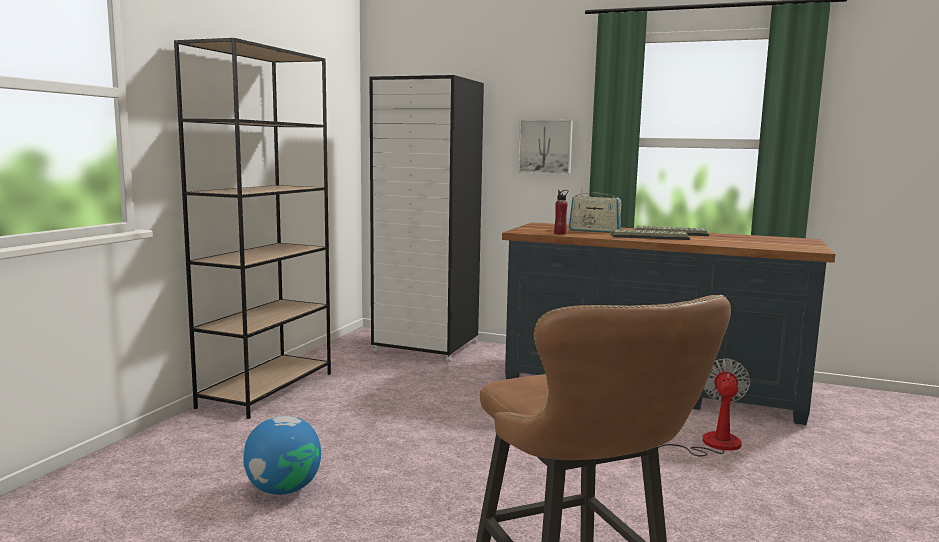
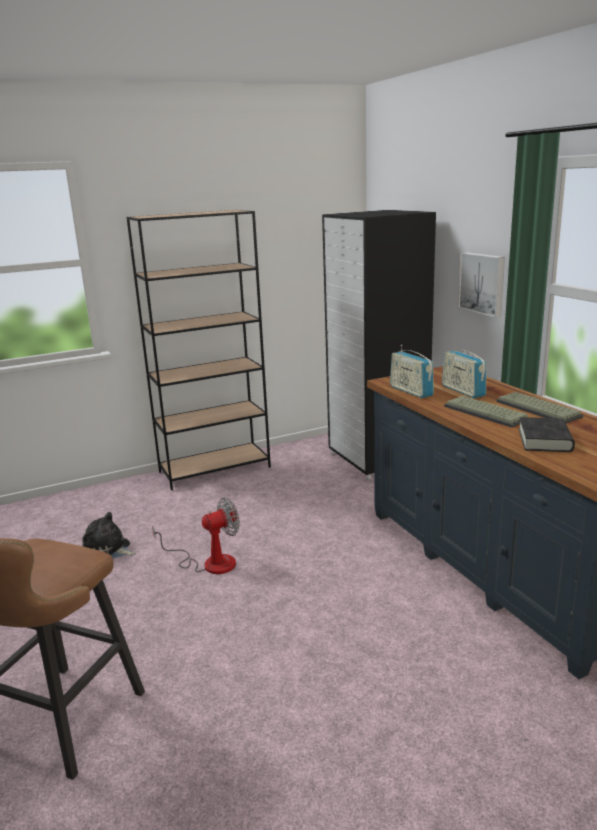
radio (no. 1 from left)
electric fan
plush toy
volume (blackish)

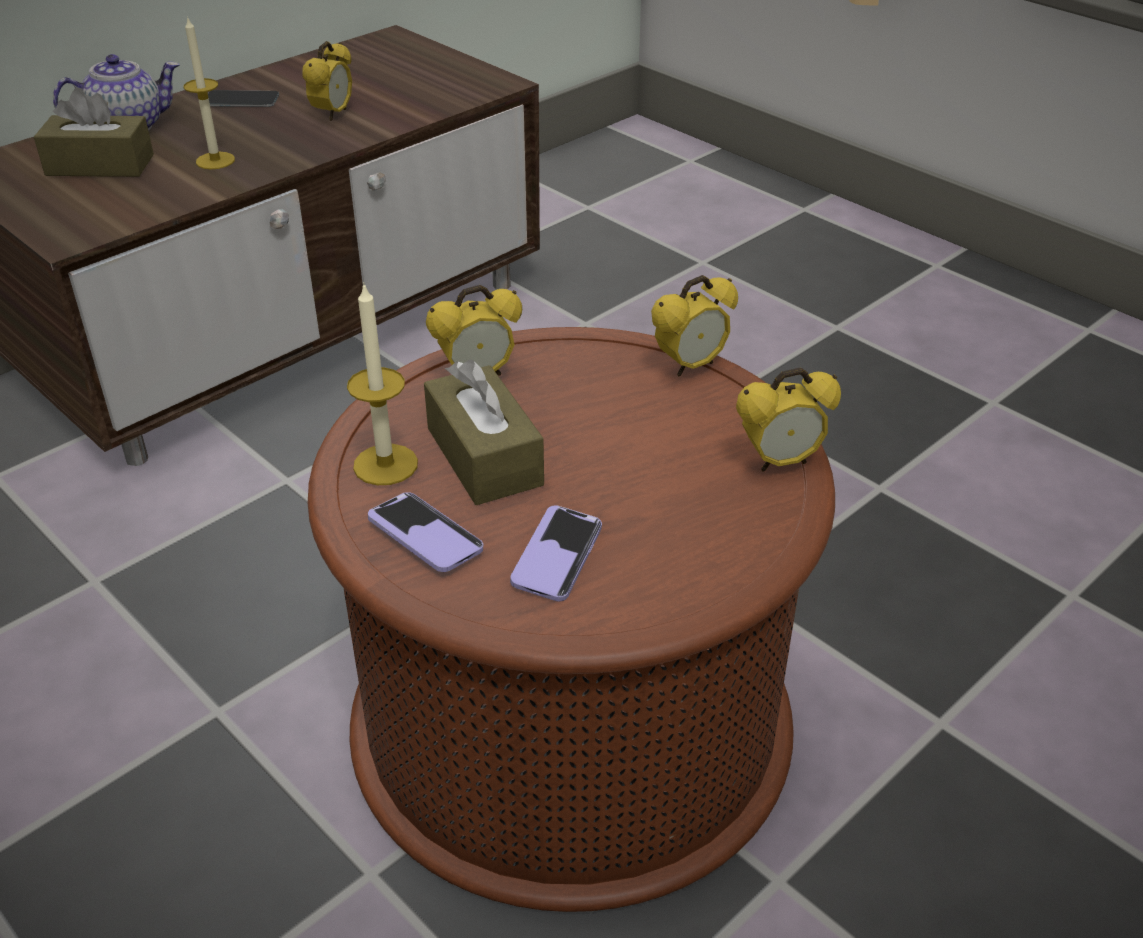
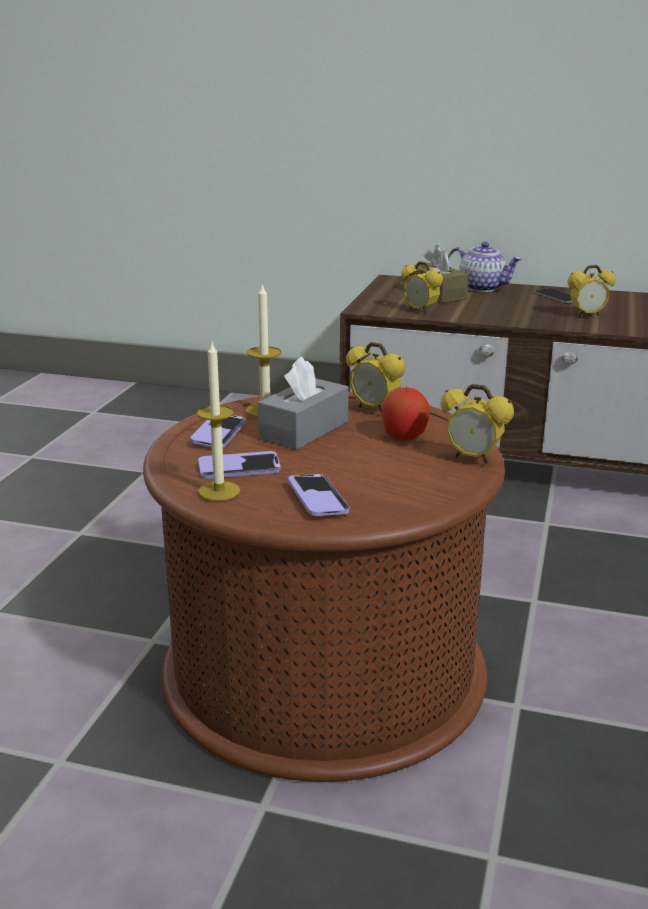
wax light (no. 1 from left)
tissue box (gray)
table clock (no. 2 from left)
apple fruit
telephone (no. 3 from left)

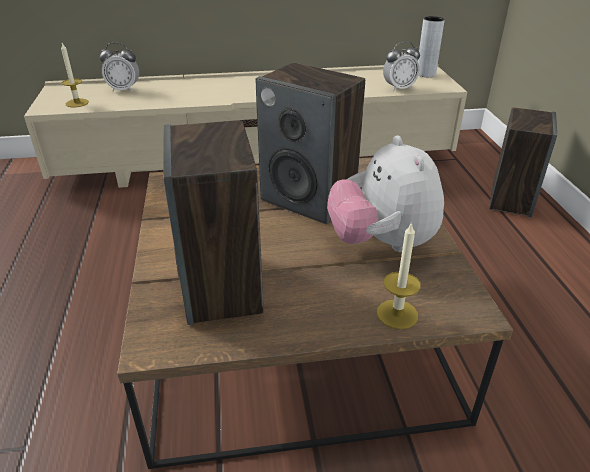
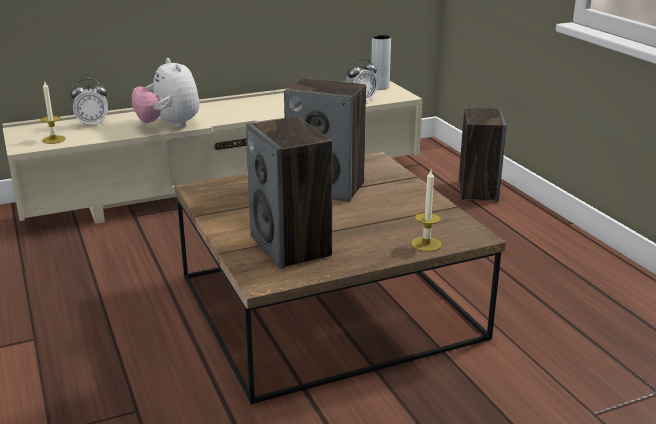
plush toy

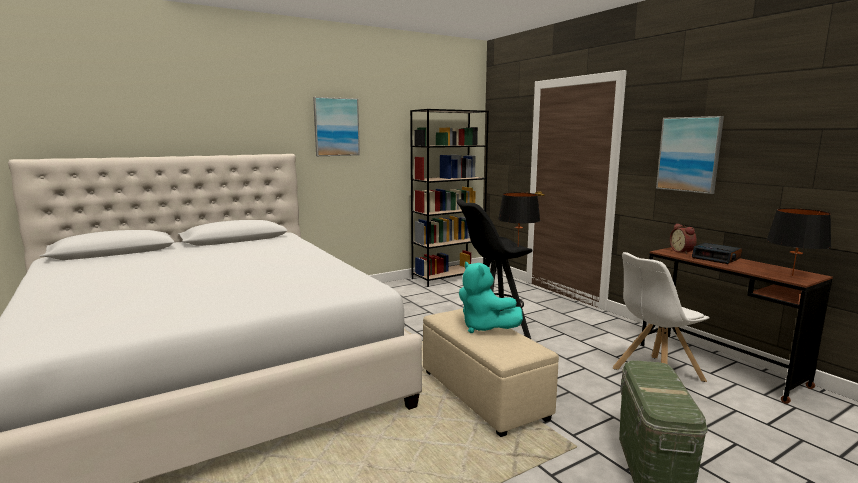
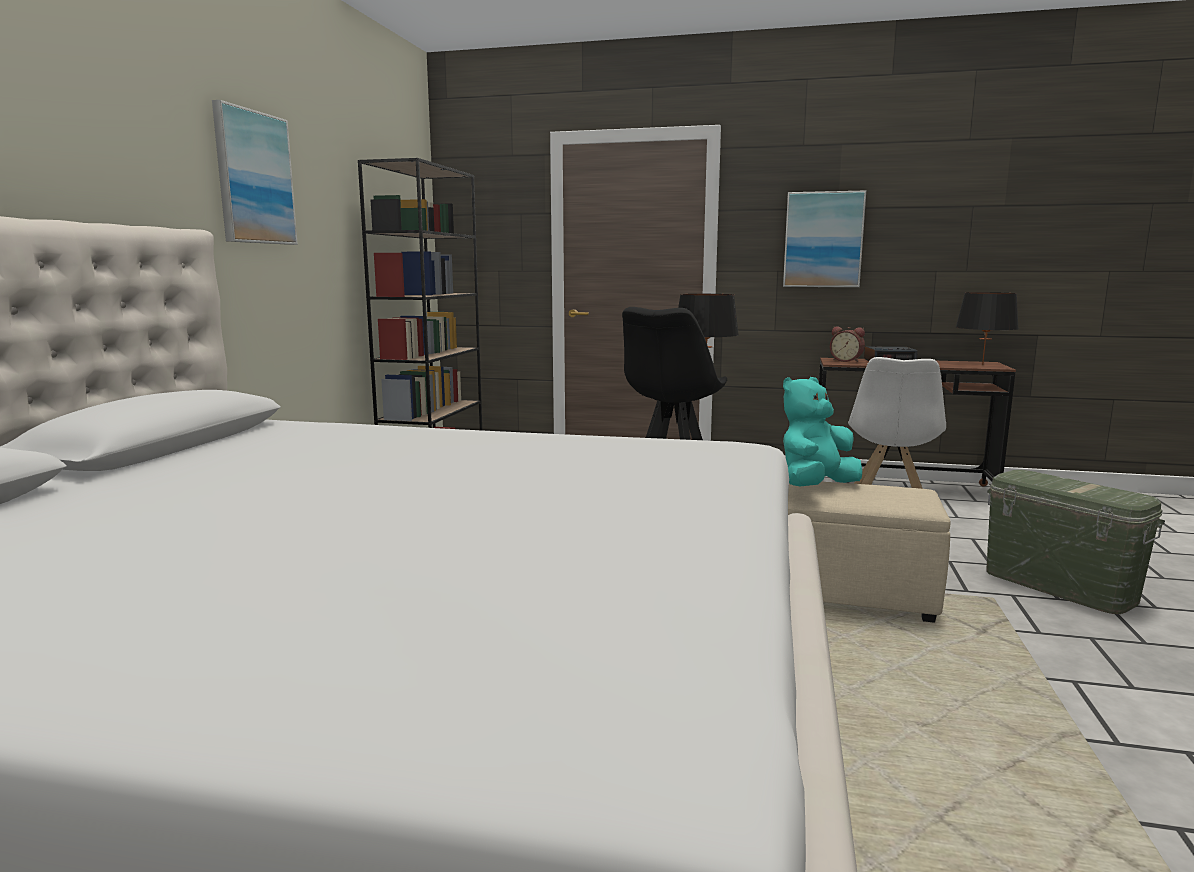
plush toy (turquoise-coloured)

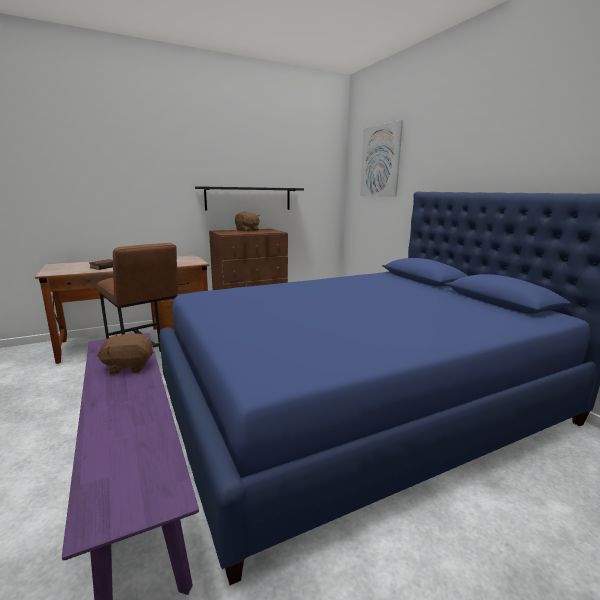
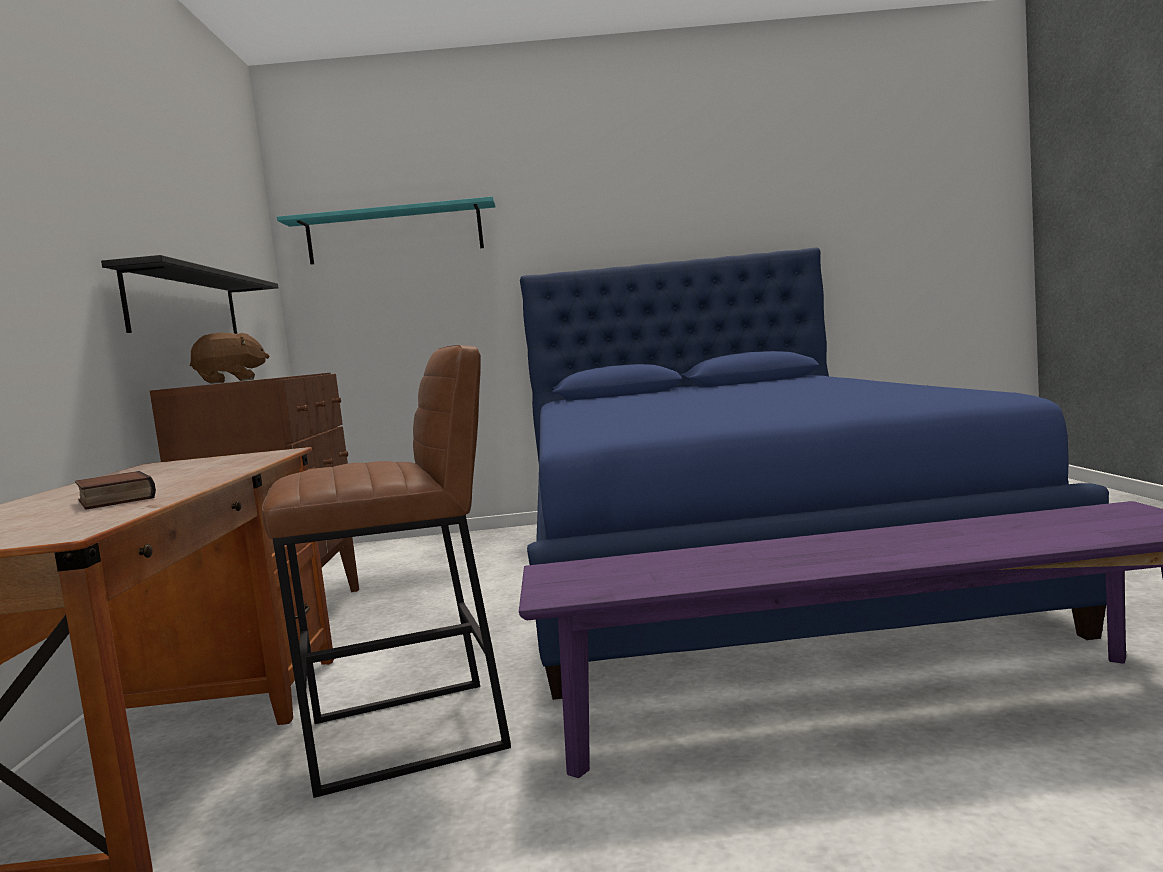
bracket shelf (turquoise-coloured)
plush toy (brown) (no. 1 from left in the first image)

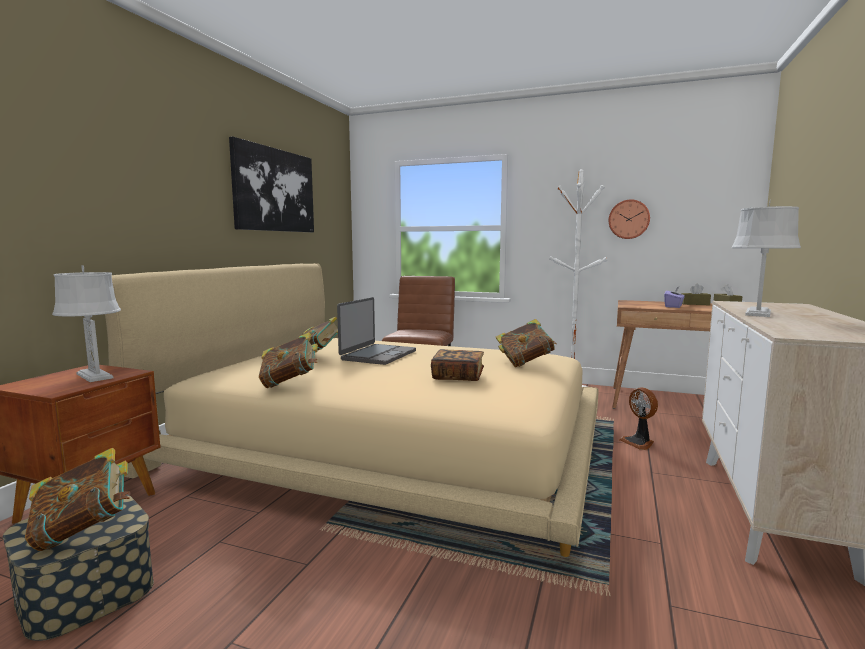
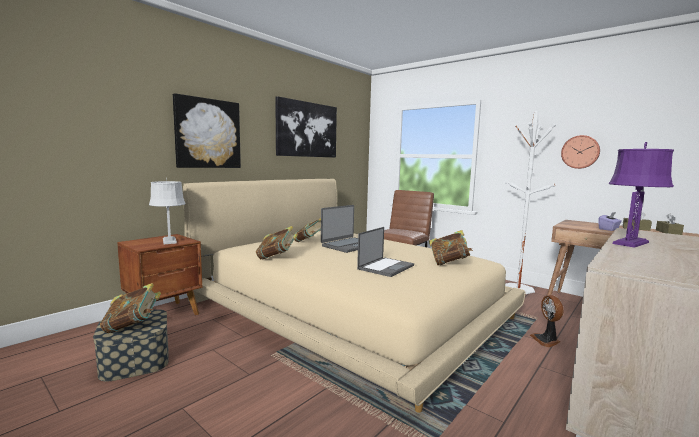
table lamp (purple)
portable computer (no. 2 from left)
picture (no. 1 from left)

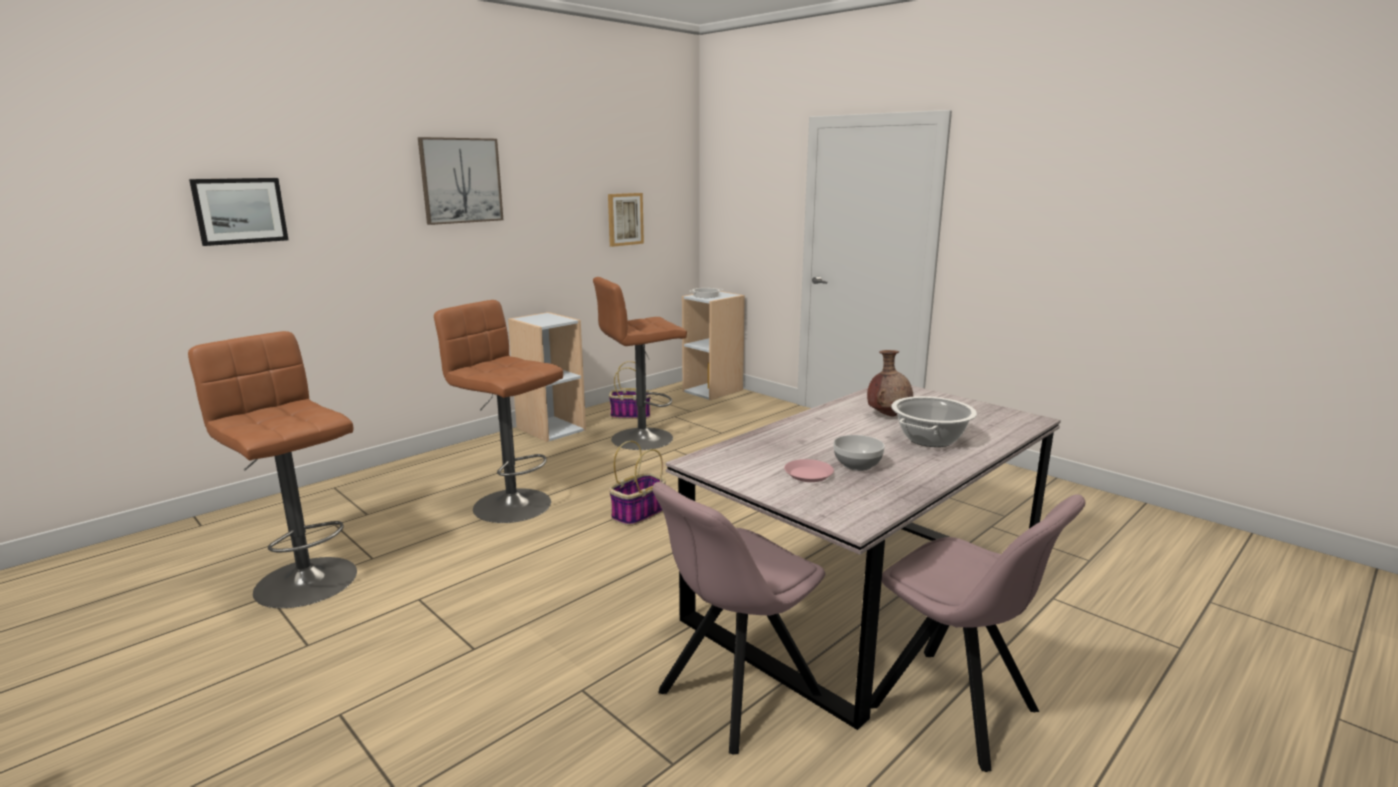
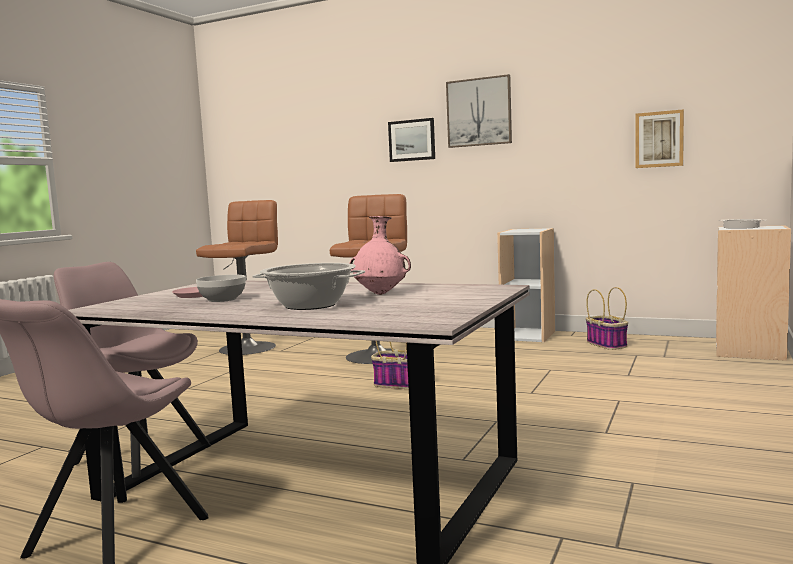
picture (no. 1 from left)
stool seat (brown) (no. 3 from left in the first image)
flower vase (pink-coloured)

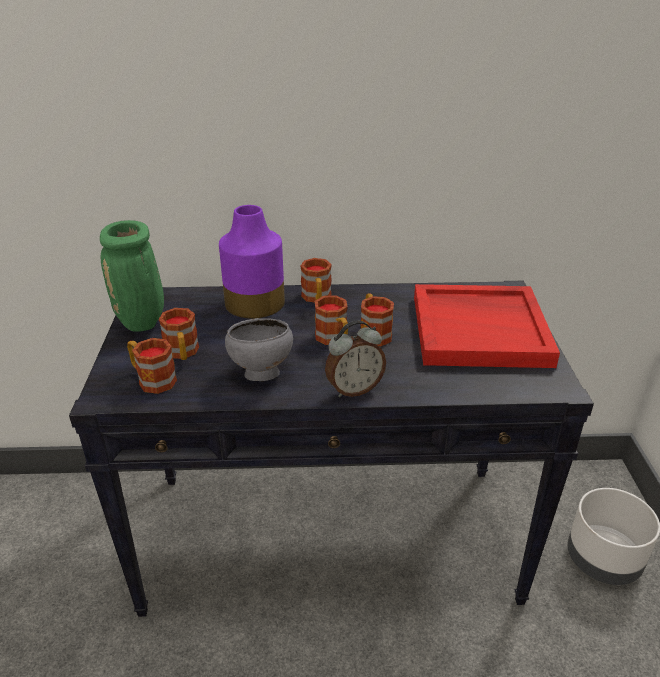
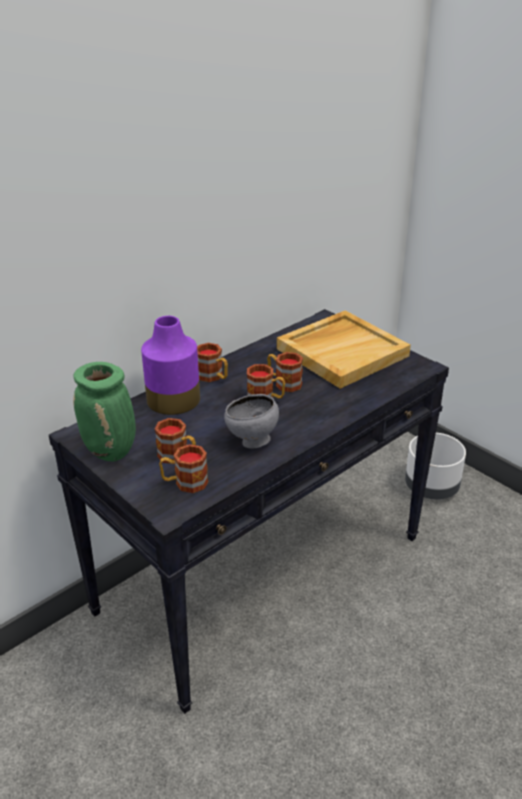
serving tray (beige)
table clock

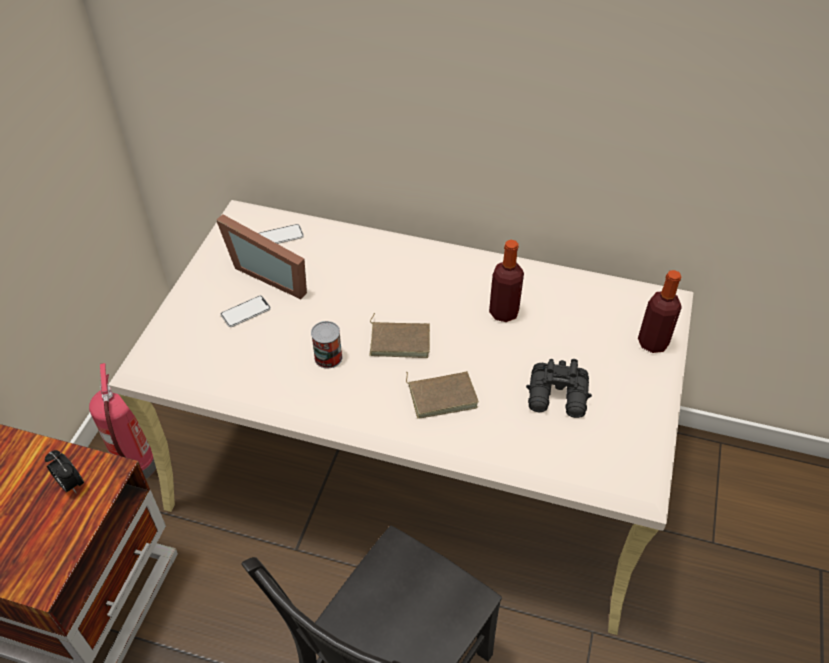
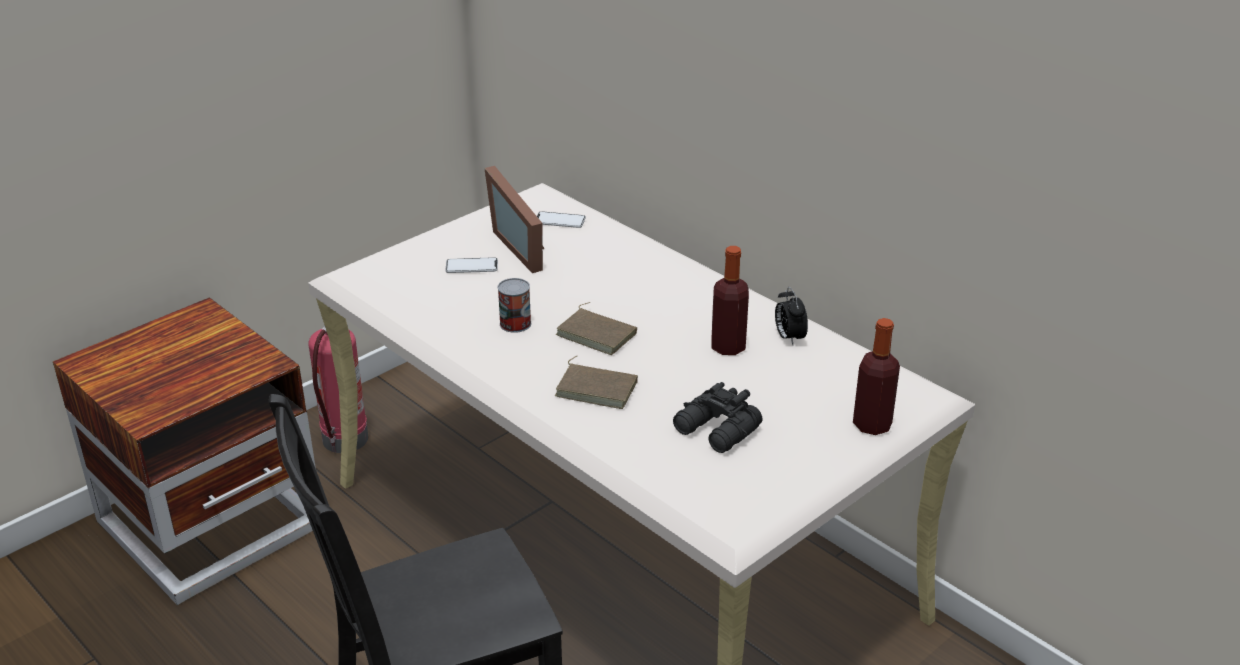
table clock

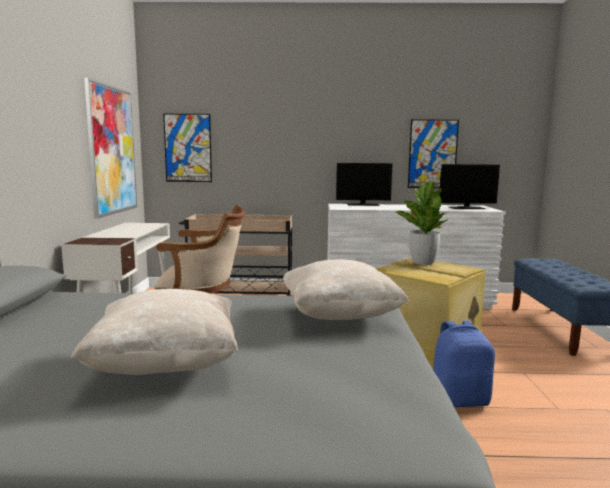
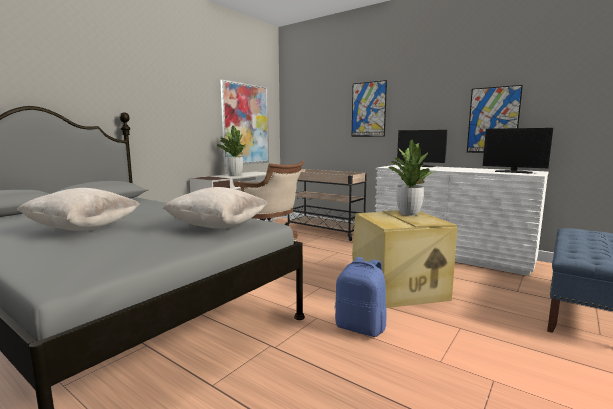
picture (no. 2 from left)
potted plant (no. 1 from left)

